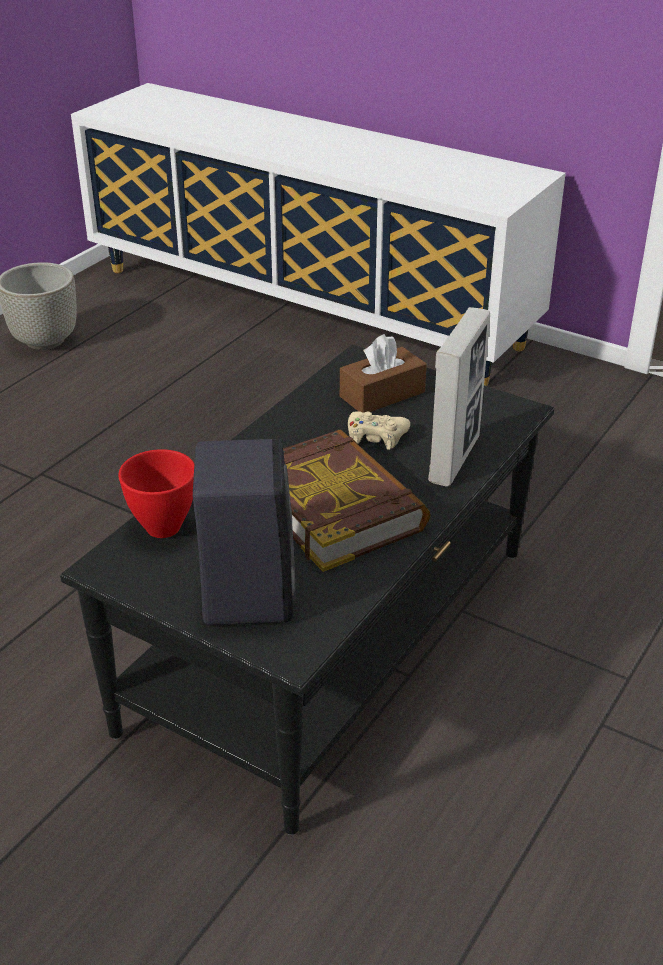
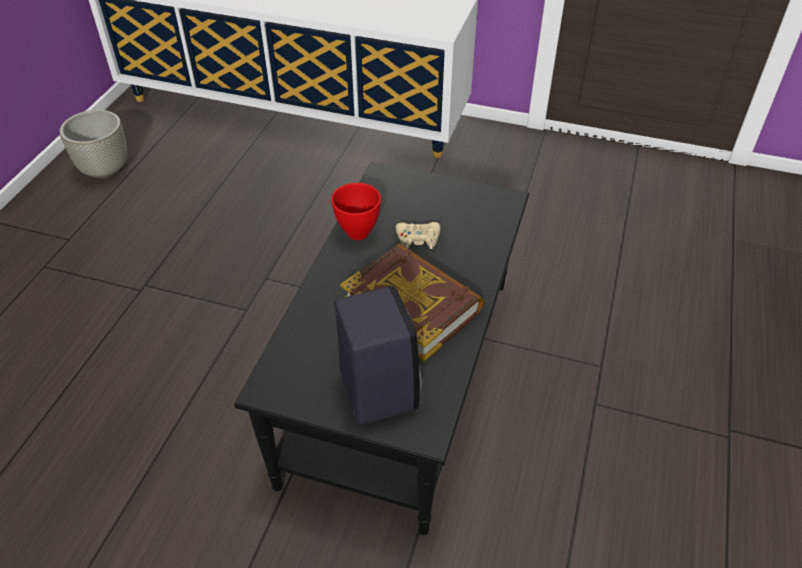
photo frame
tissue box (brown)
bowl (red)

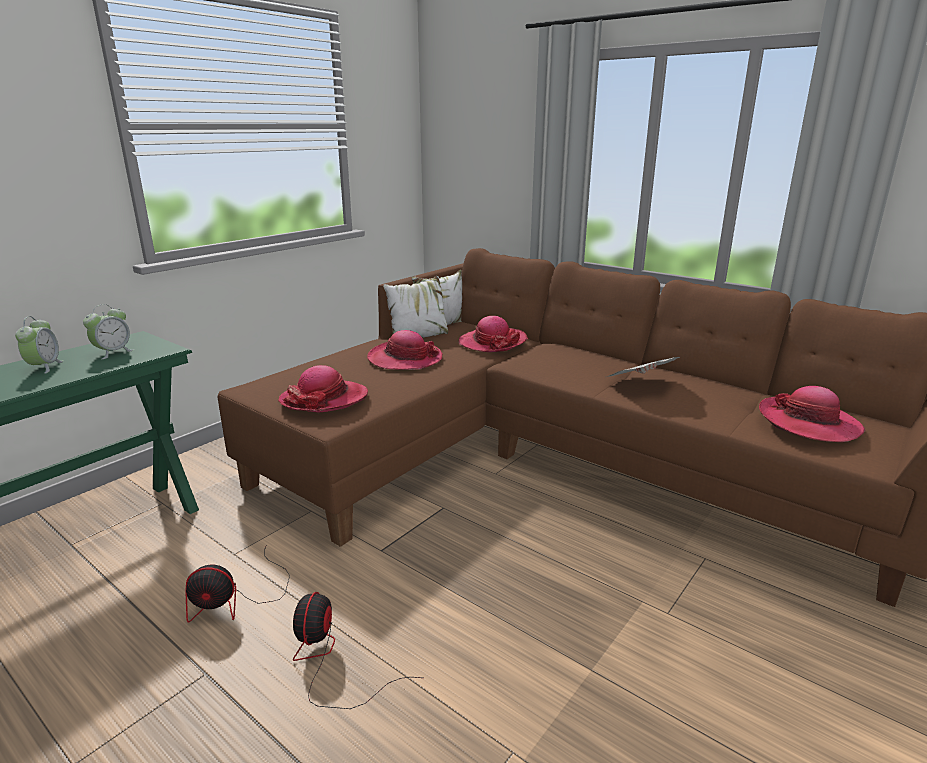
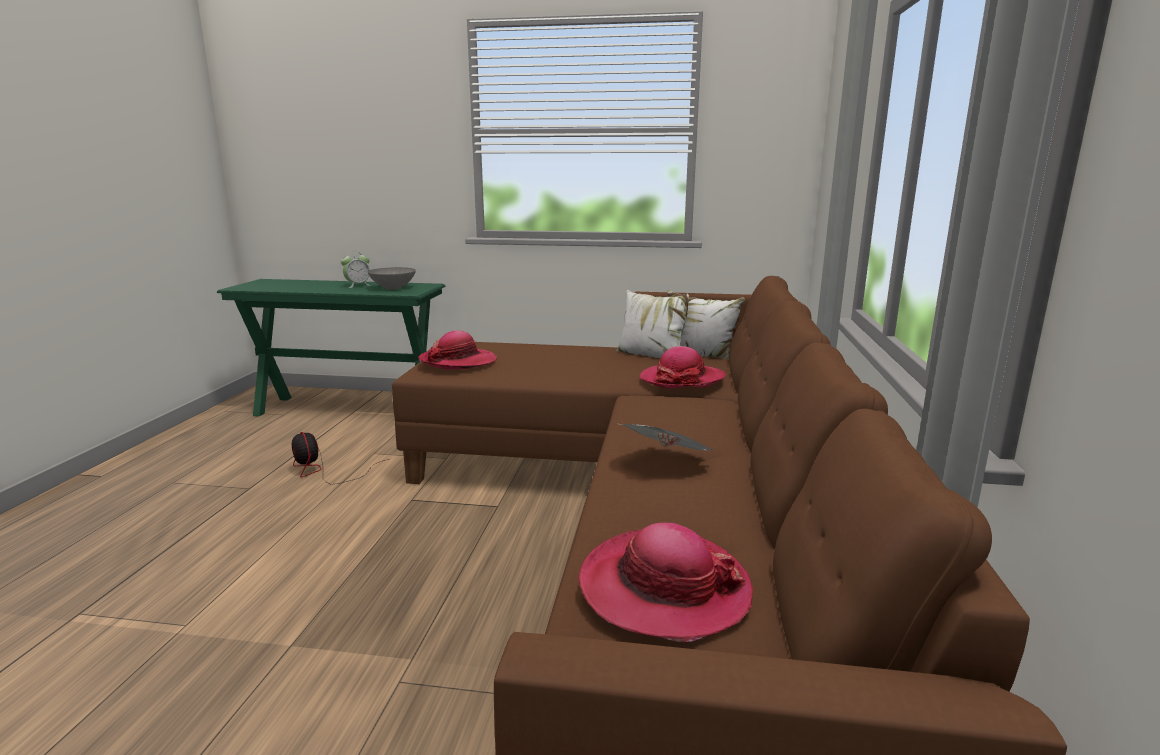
bowl (gray)
hat (no. 2 from left in the first image)
electric fan (no. 2 from left in the first image)

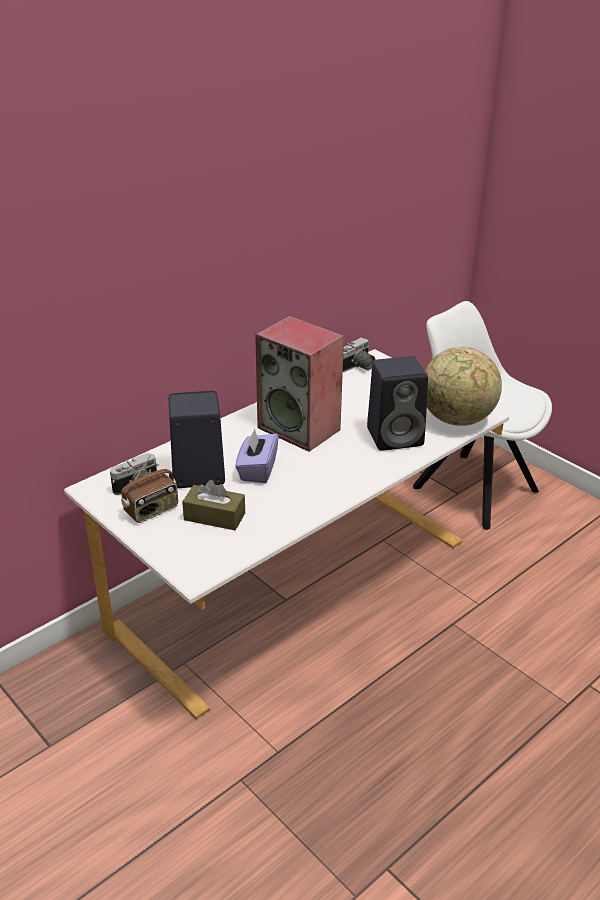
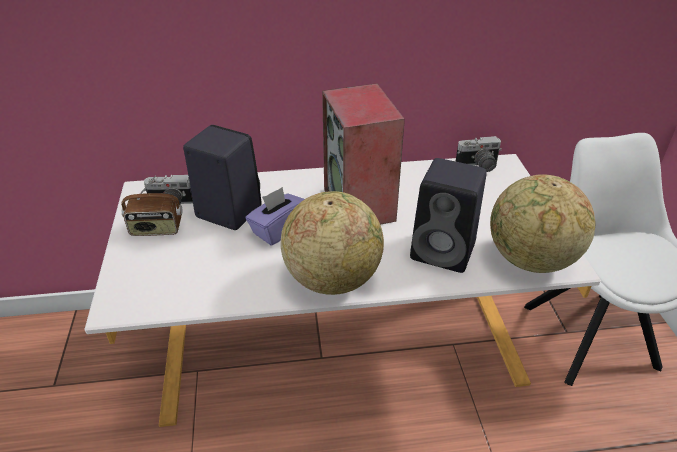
tissue box (brown)
globe (no. 1 from left)

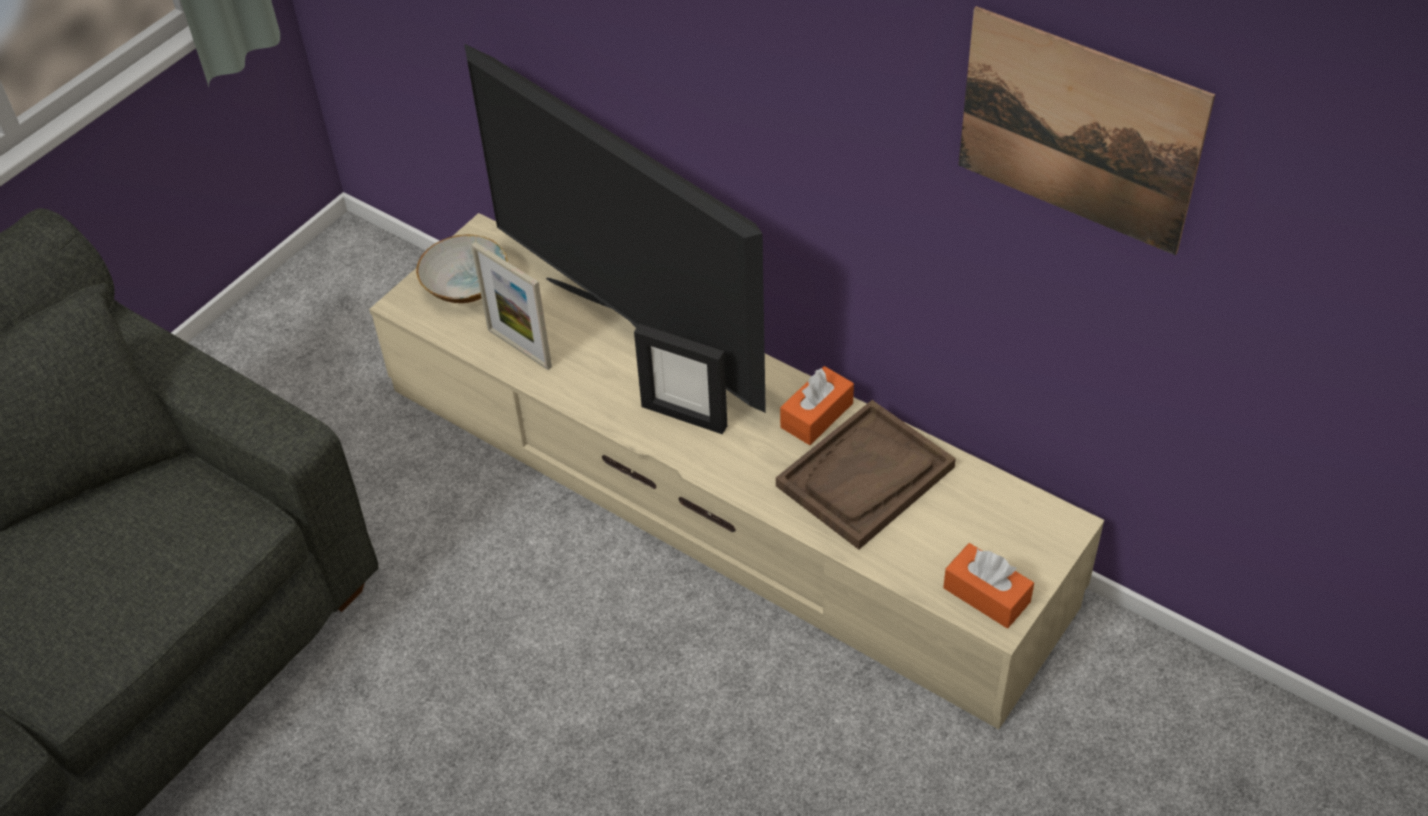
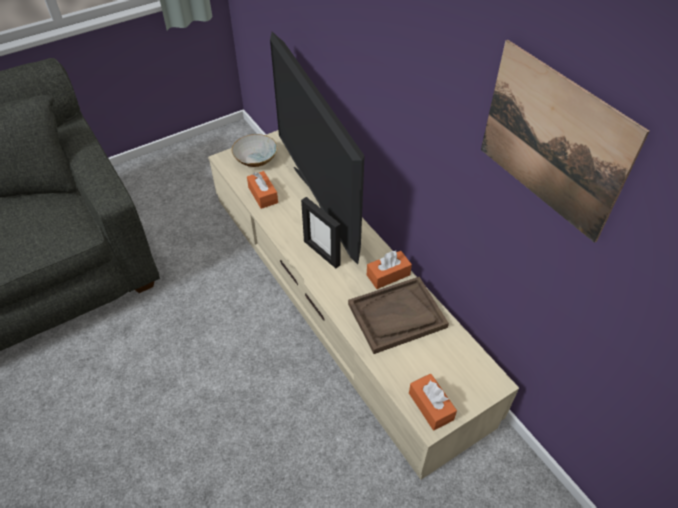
tissue box (orange-coloured) (no. 1 from left)

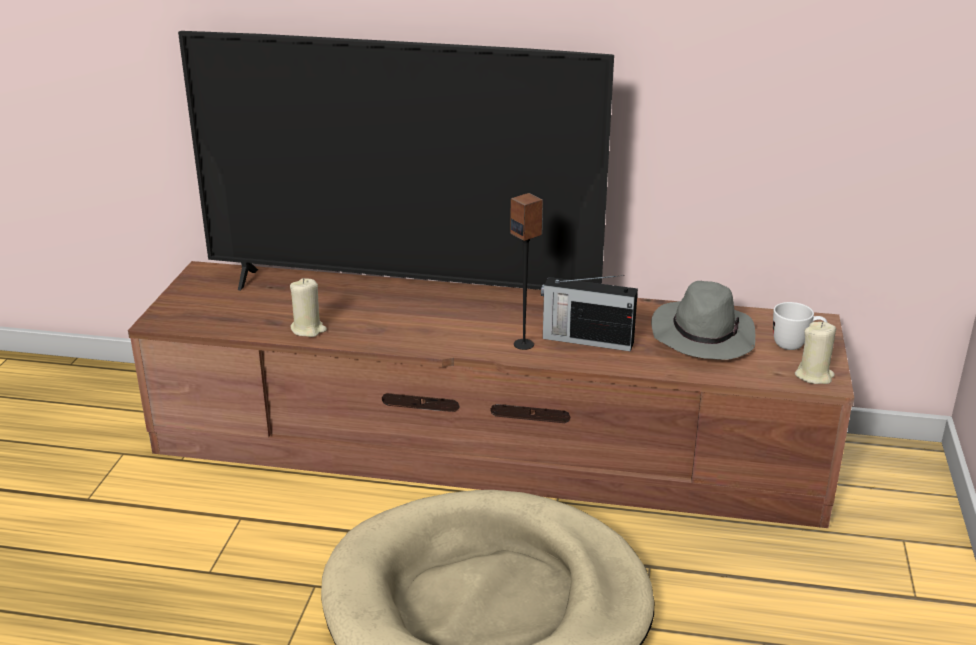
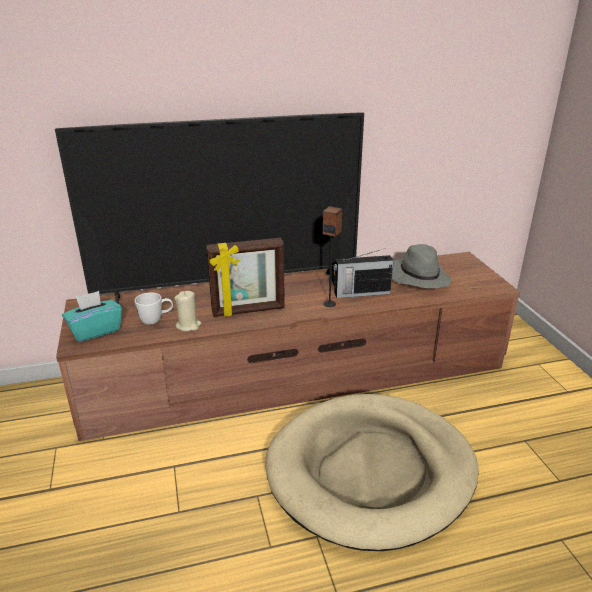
coffee mug (white)
wax light (beige) (no. 2 from left in the first image)
photo frame
tissue box (turquoise-coloured)

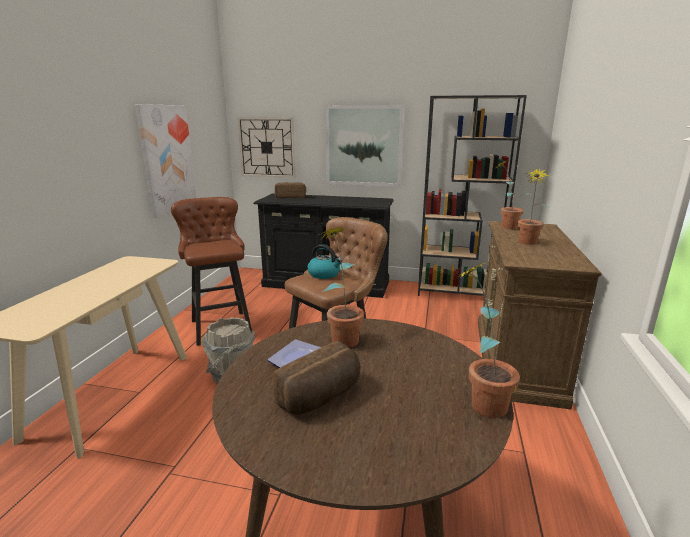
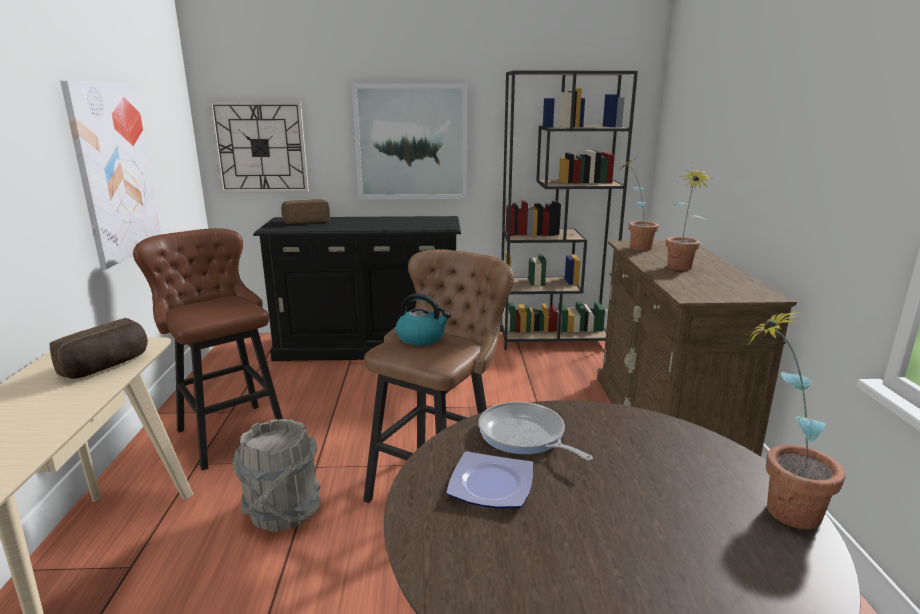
pan
bakery bread (no. 1 from left)

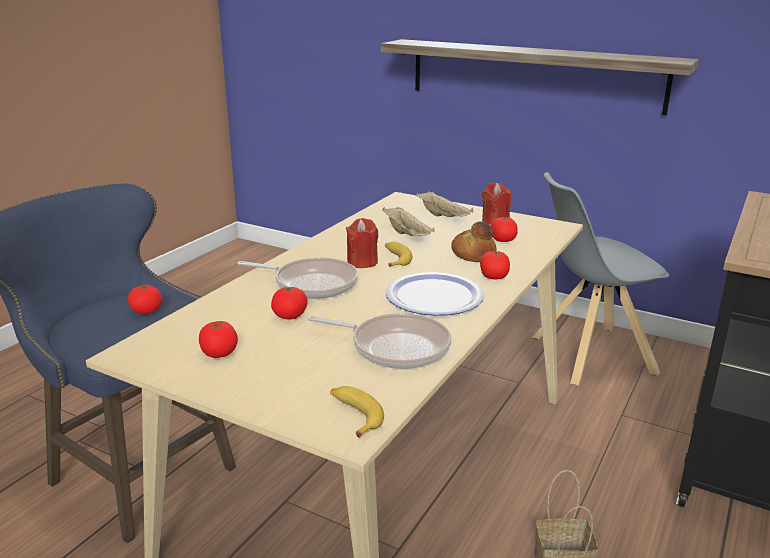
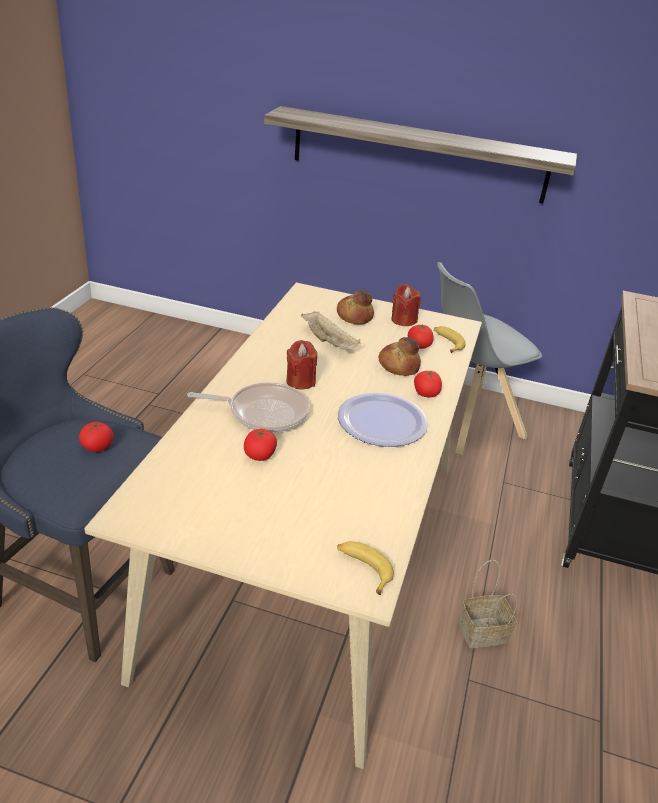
bakery bread (no. 1 from left)
whole banana (no. 2 from left)
pan (no. 2 from left in the first image)
whole tomato (no. 2 from left in the first image)

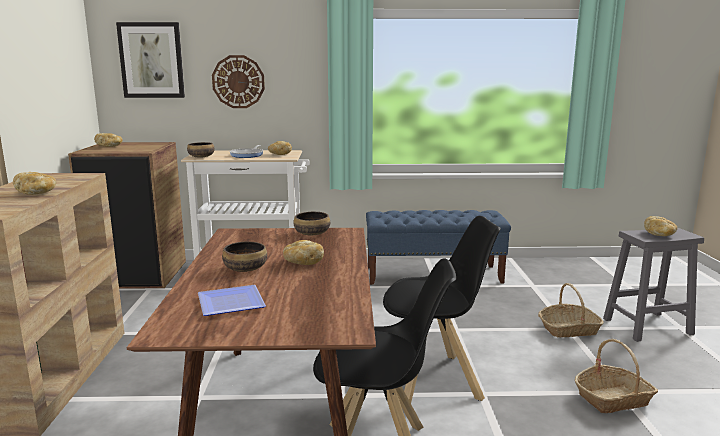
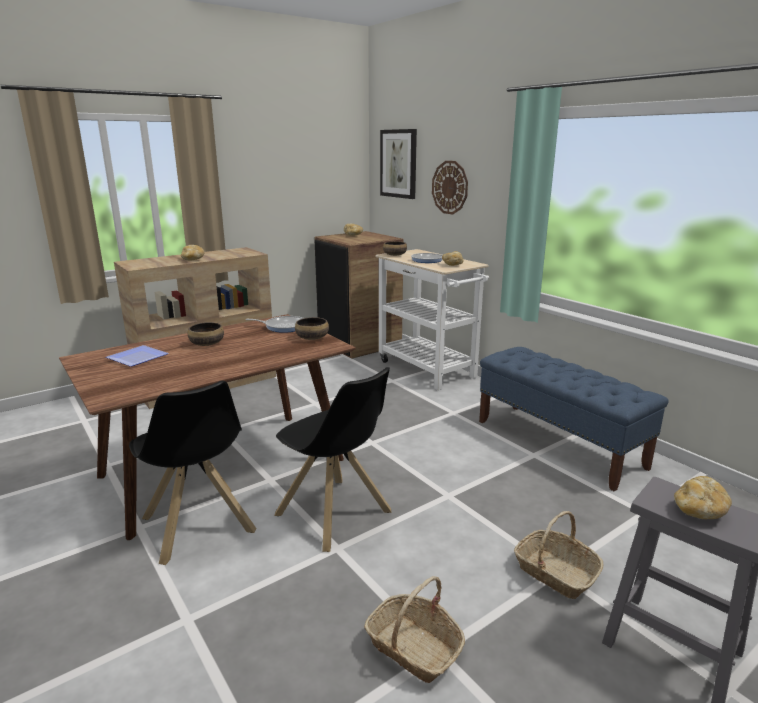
bakery bread (no. 4 from left in the first image)
pan (no. 1 from left)

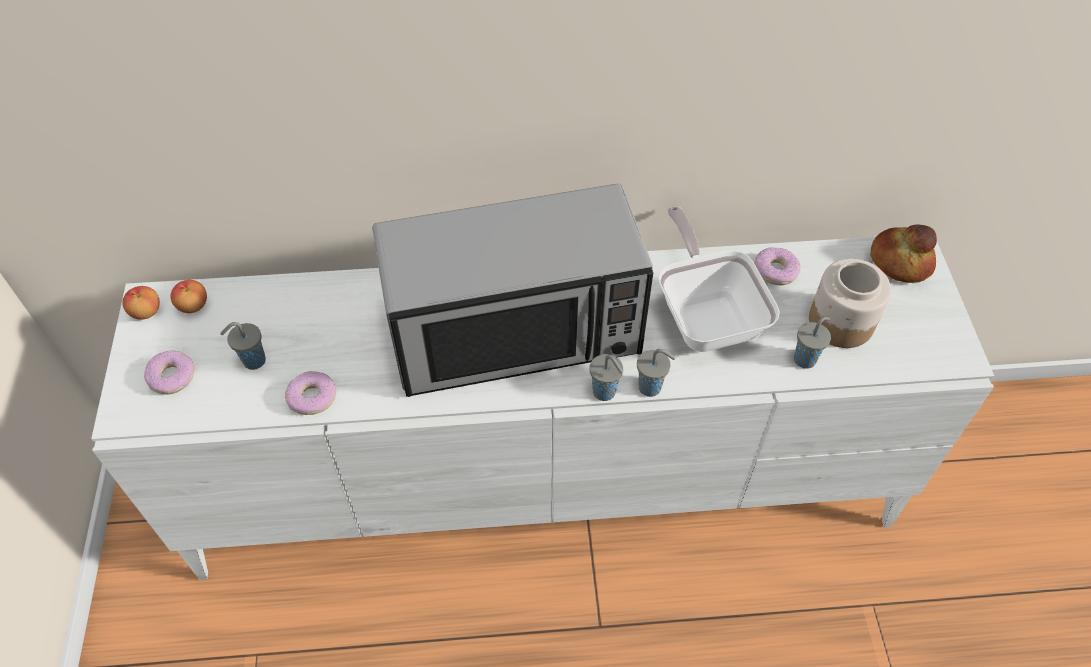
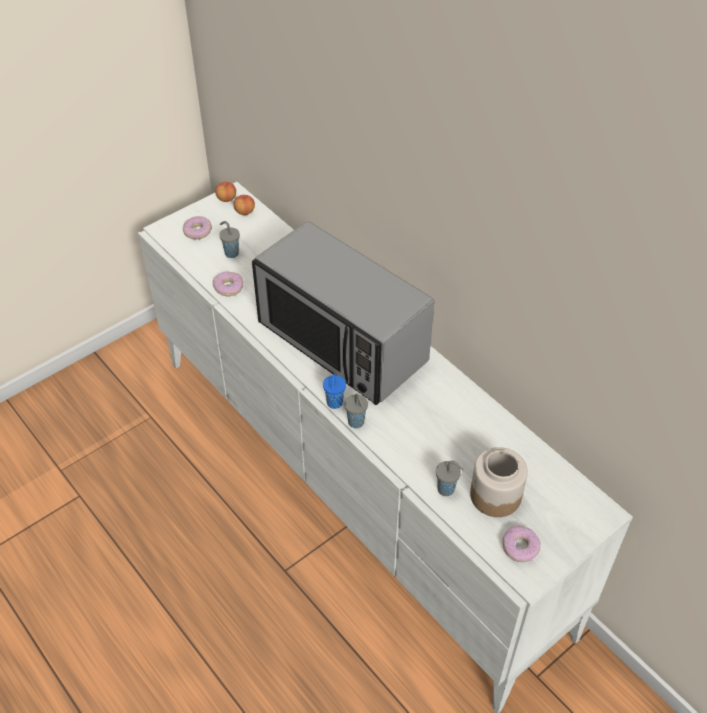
pan
bakery bread
doughnut (no. 3 from left)
cup (bluish)

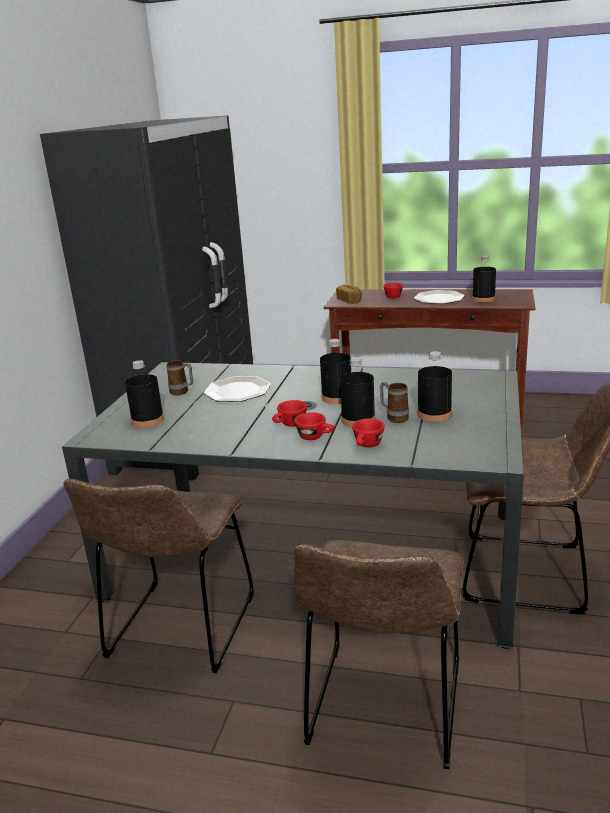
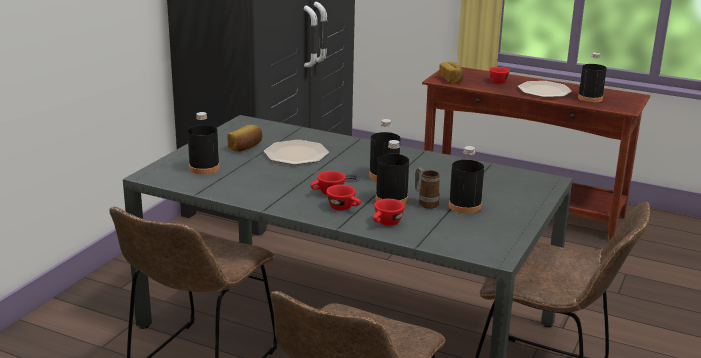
bakery bread (no. 1 from left)

